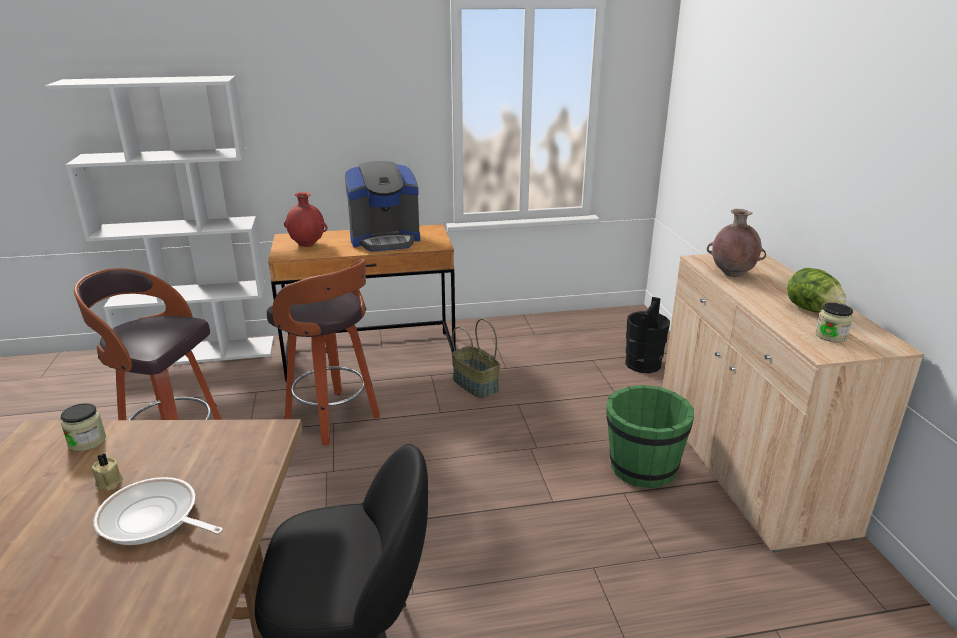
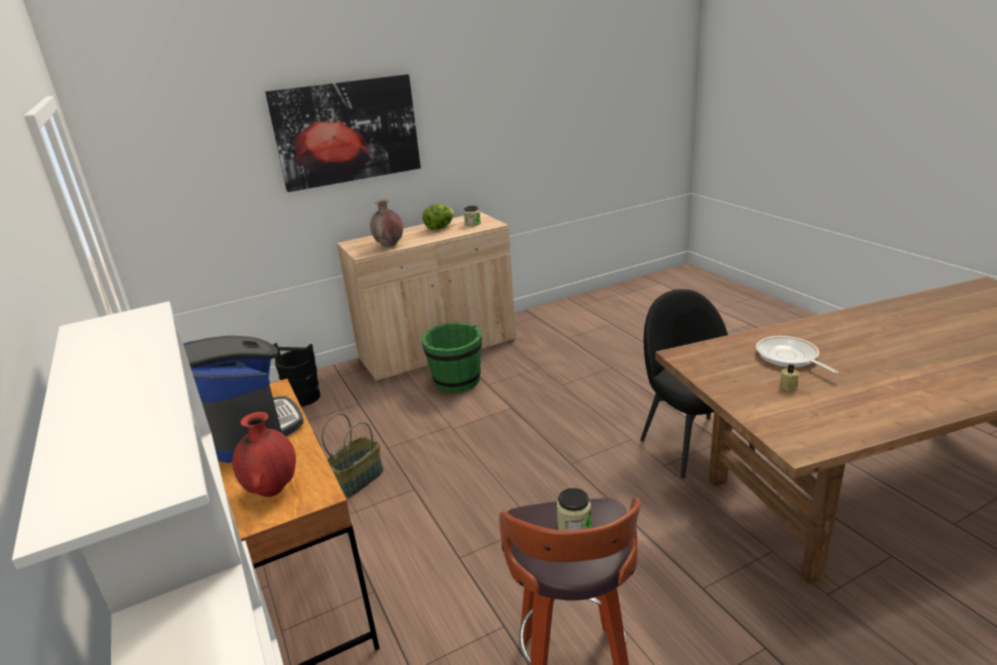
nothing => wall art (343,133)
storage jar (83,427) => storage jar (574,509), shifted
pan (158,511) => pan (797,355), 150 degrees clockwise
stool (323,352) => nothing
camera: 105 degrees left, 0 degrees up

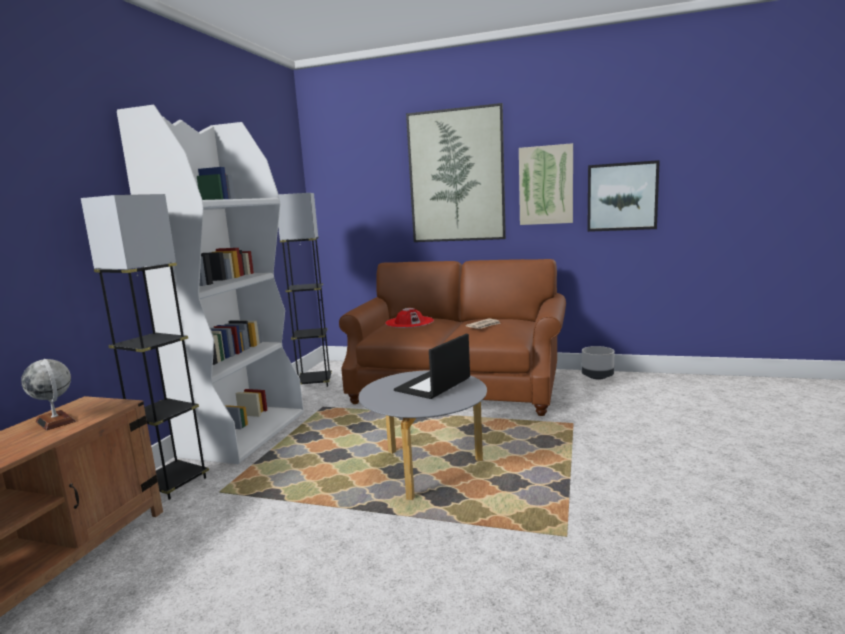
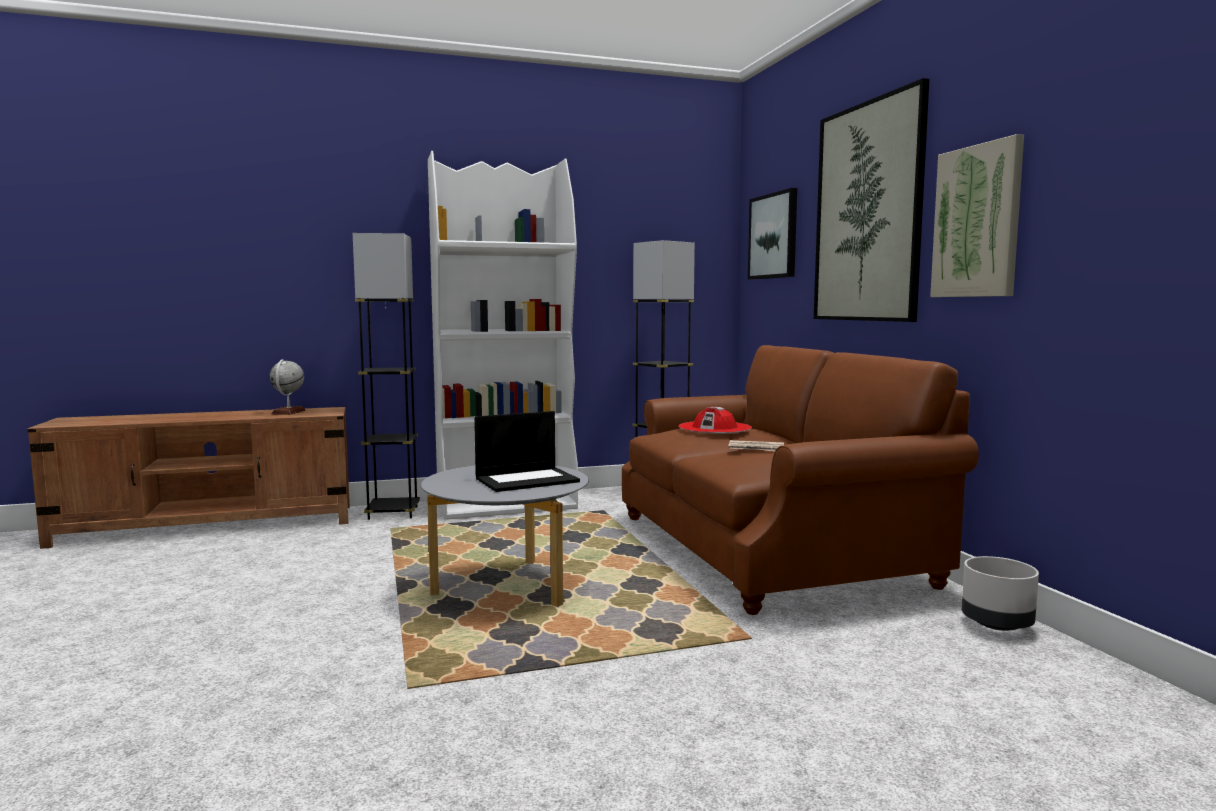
notebook computer (432,366) => notebook computer (527,451), 150 degrees clockwise
wall art (623,196) => wall art (772,234), shifted
camera: 55 degrees right, 5 degrees down

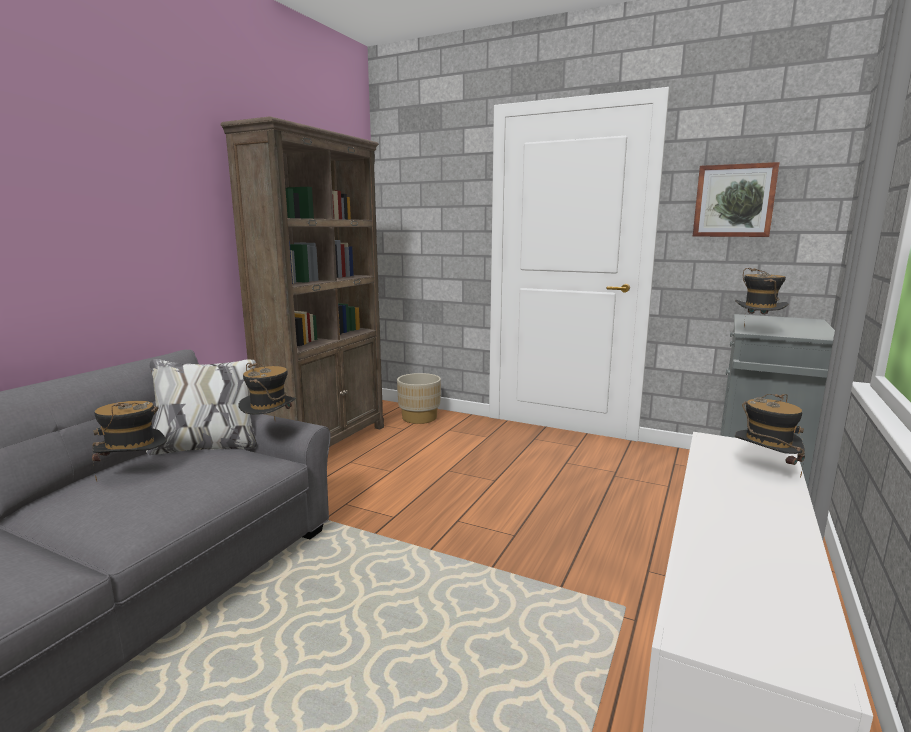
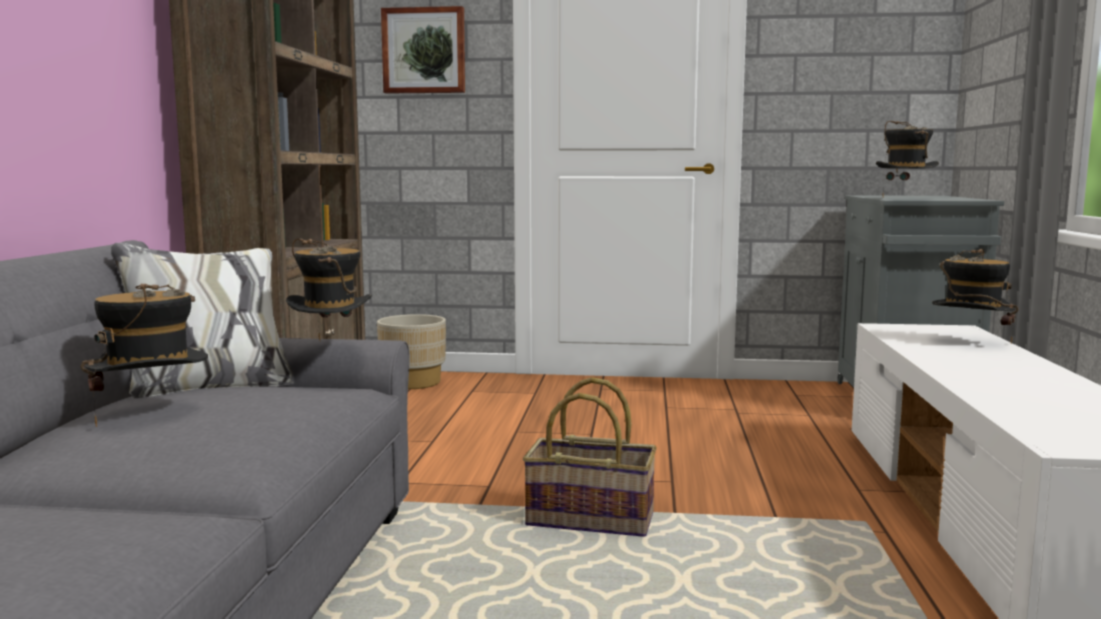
wall art (736,199) => wall art (423,49), shifted
nothing => household basket (590,457)
camera: 20 degrees left, 5 degrees down

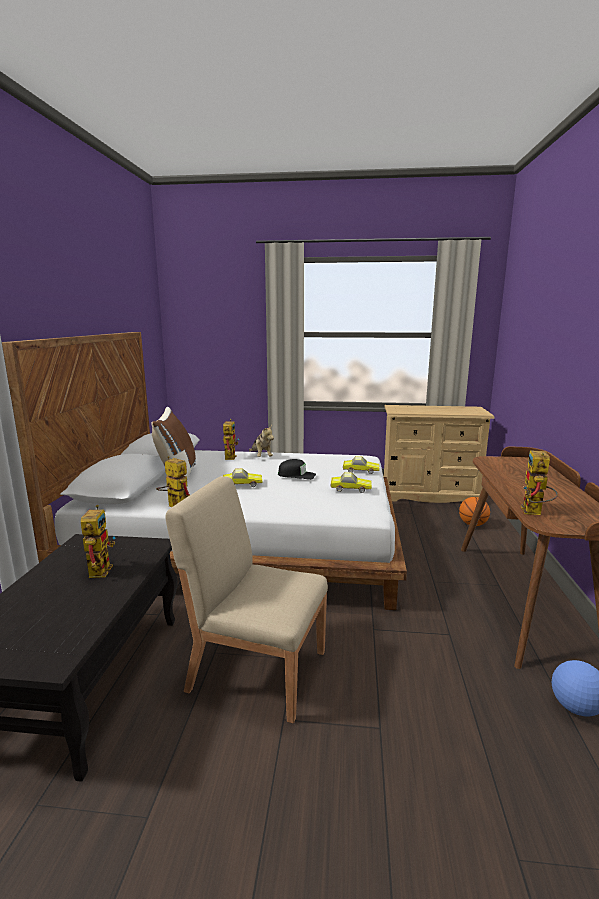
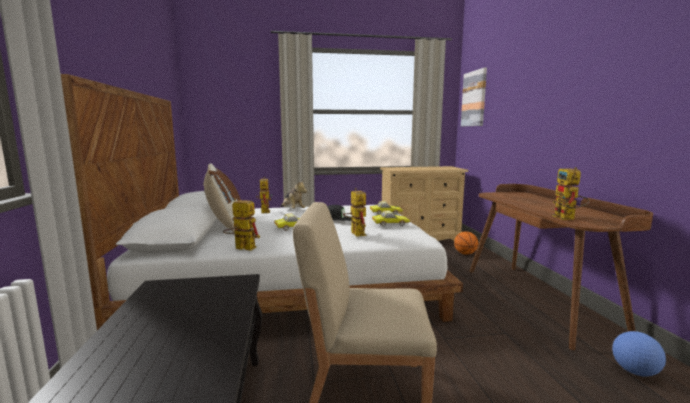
robot figure (98,541) => robot figure (354,212), shifted
nothing => wall art (474,97)
camera: 15 degrees left, 5 degrees down

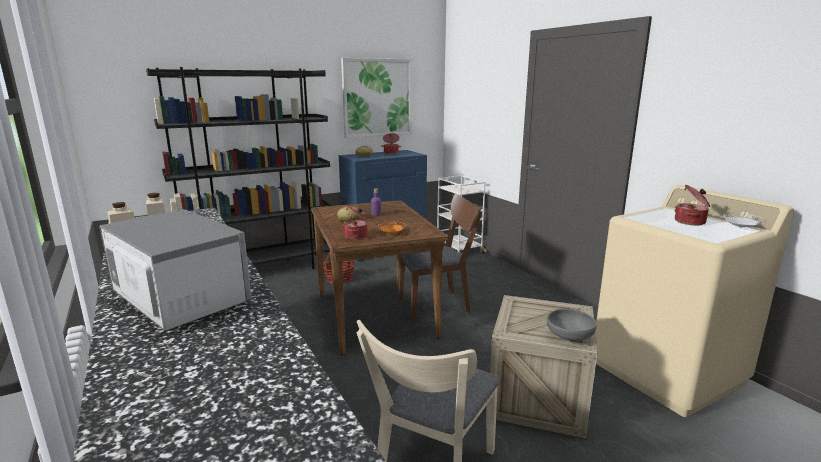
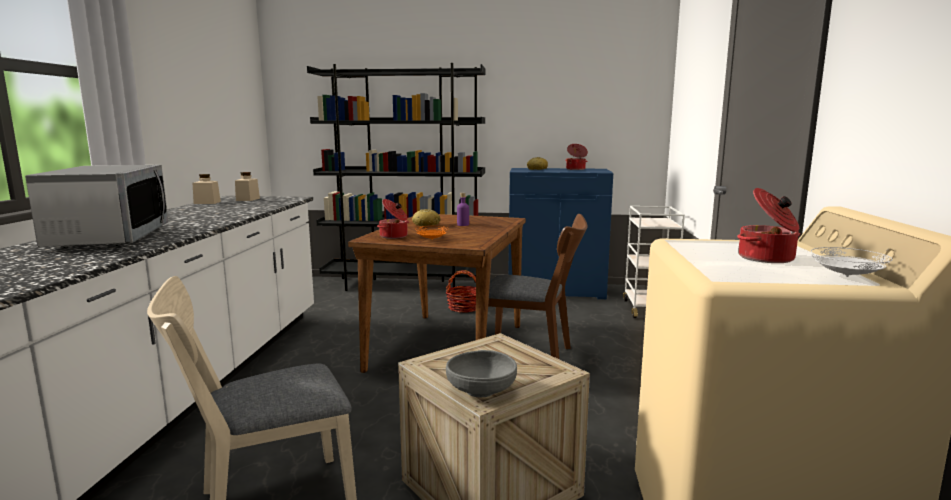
wall art (376,98) => nothing
camera: 35 degrees right, 5 degrees down

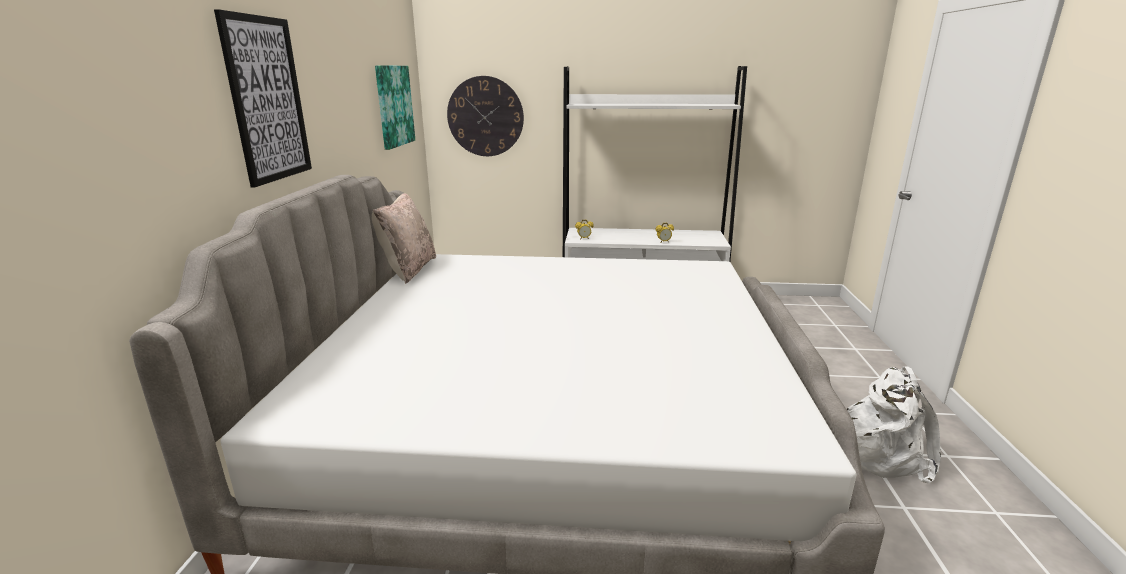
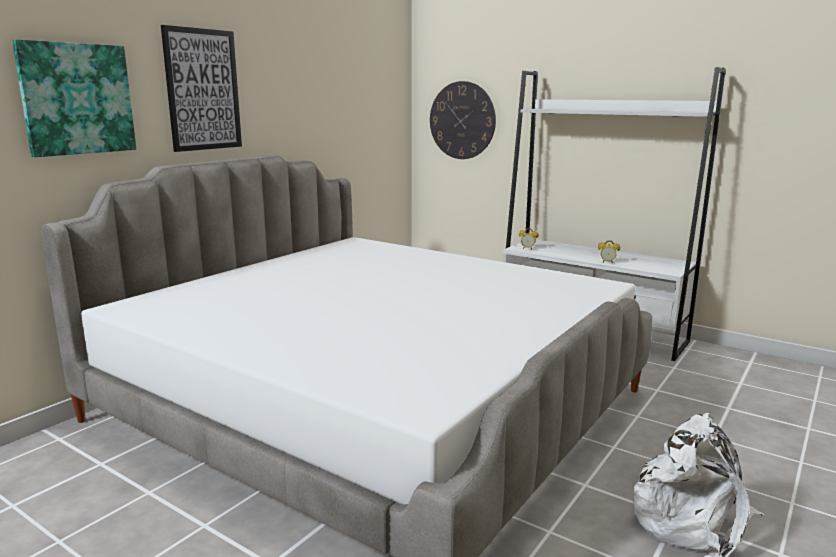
wall art (395,107) => wall art (74,98), shifted
pillow (sand-coloured) (404,238) => nothing
camera: 30 degrees right, 5 degrees down

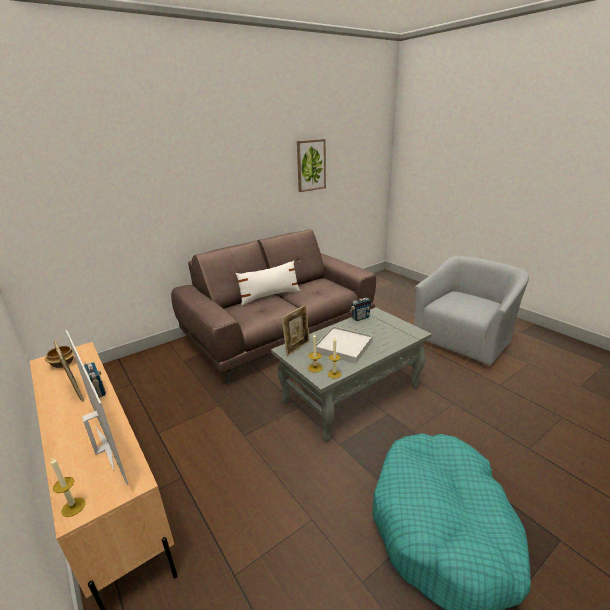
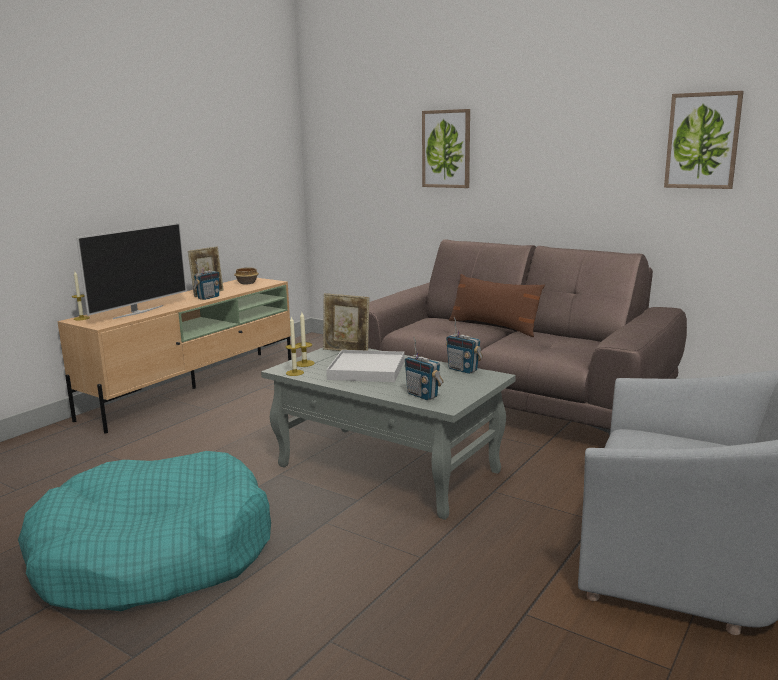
nothing => radio (424,368)
nothing => wall art (446,148)
pillow (white-coloured) (267,283) => pillow (brown) (497,305)
camera: 70 degrees right, 10 degrees down

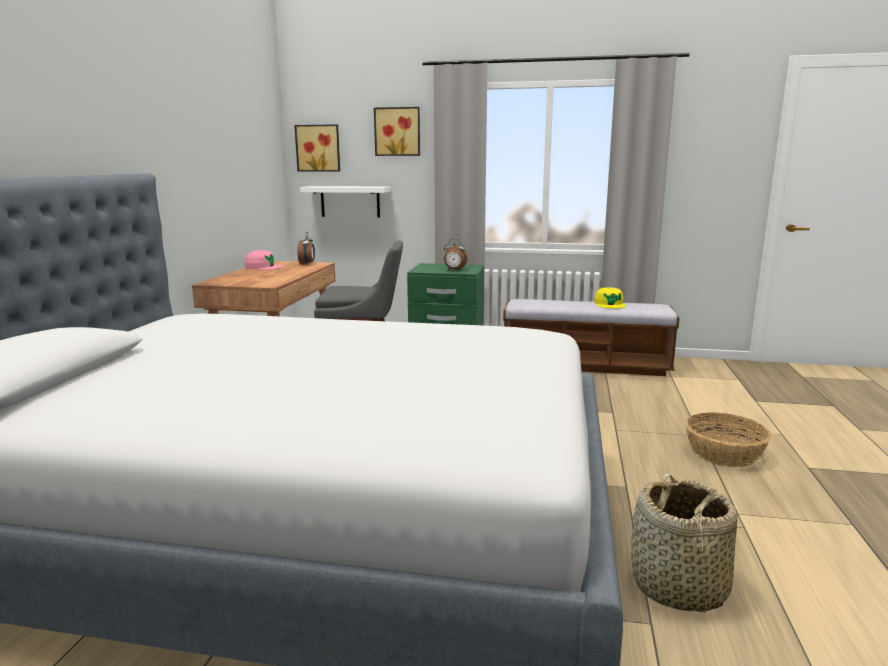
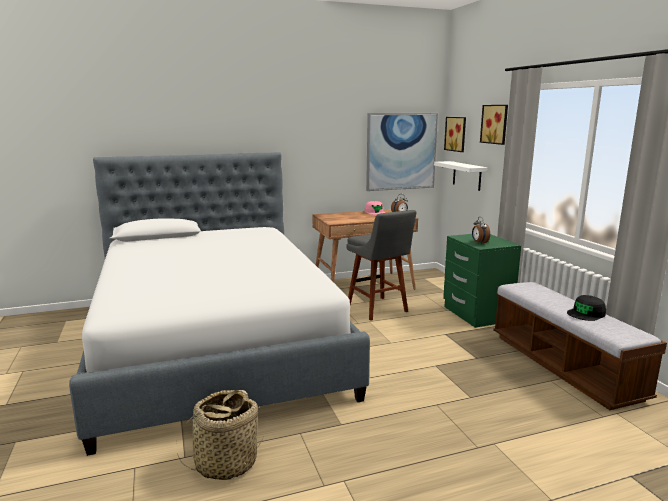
nothing => wall art (402,152)
baseball cap (yellow-coloured) (610,297) => baseball cap (black) (586,308)
household basket (728,439) => nothing
camera: 60 degrees right, 0 degrees up

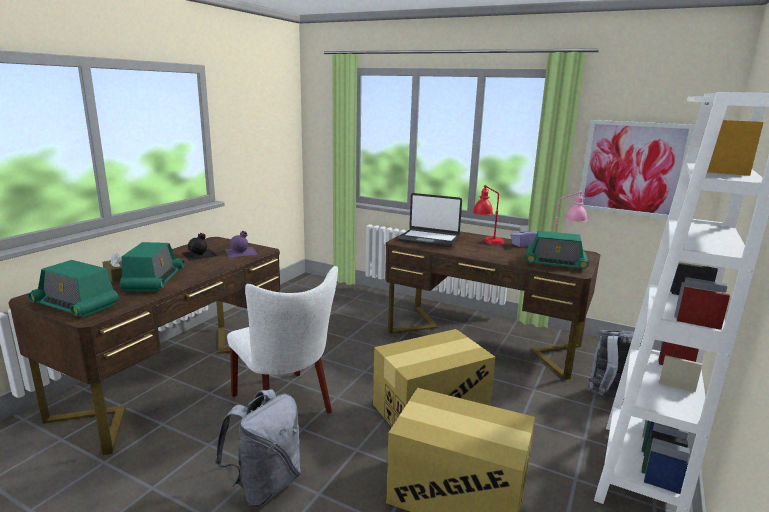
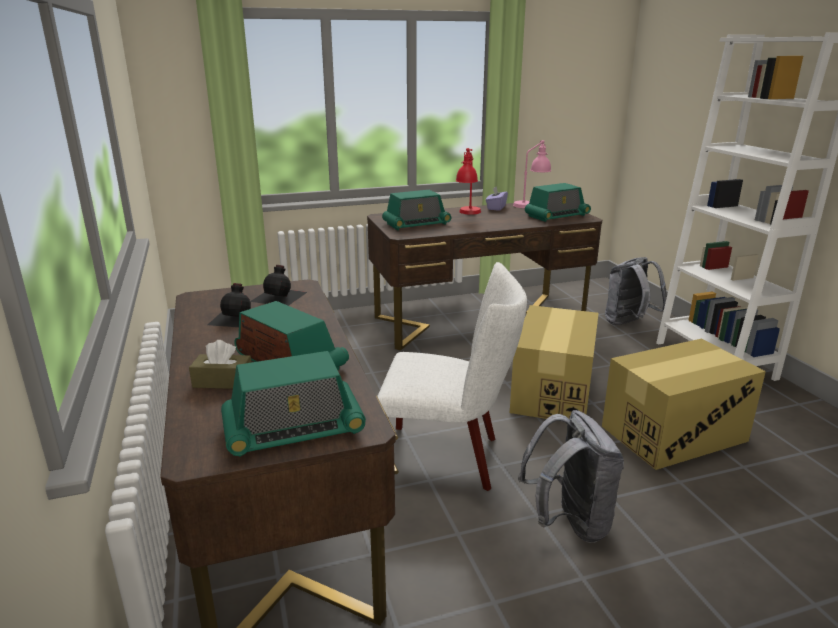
drink bottle (purple) (241,244) => drink bottle (black) (278,285)
notebook computer (430,220) => radio (416,210)
wall art (637,169) => nothing
camera: 45 degrees left, 5 degrees up

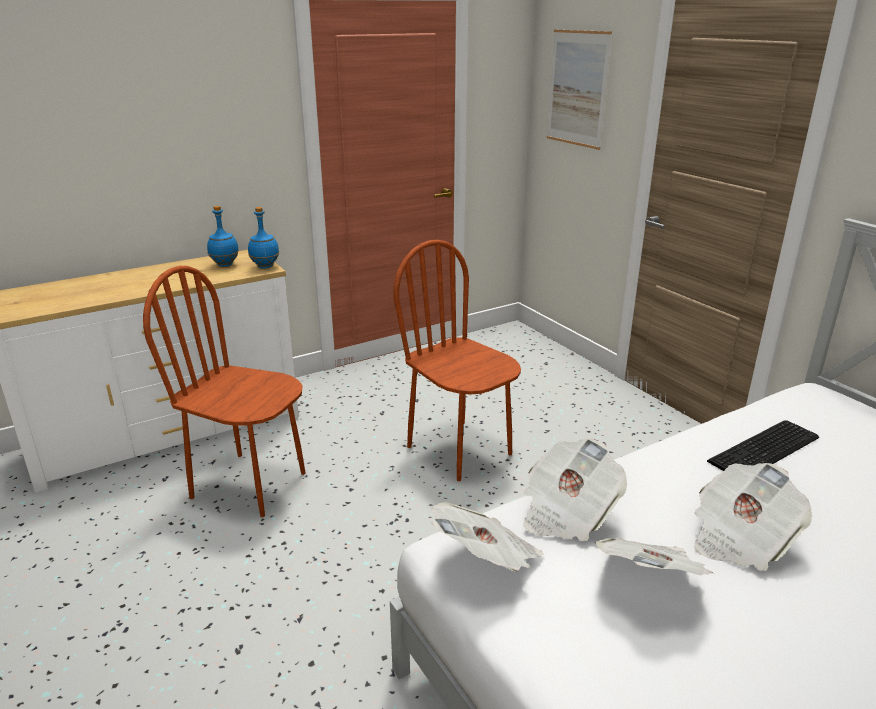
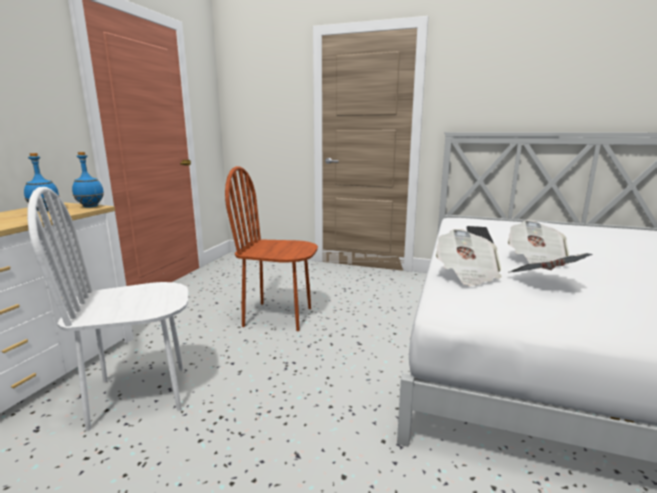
chair (brown) (224,391) => chair (white-coloured) (107,309)
printed paper (487,537) => nothing
wall art (579,90) => nothing
camera: 40 degrees left, 10 degrees down

